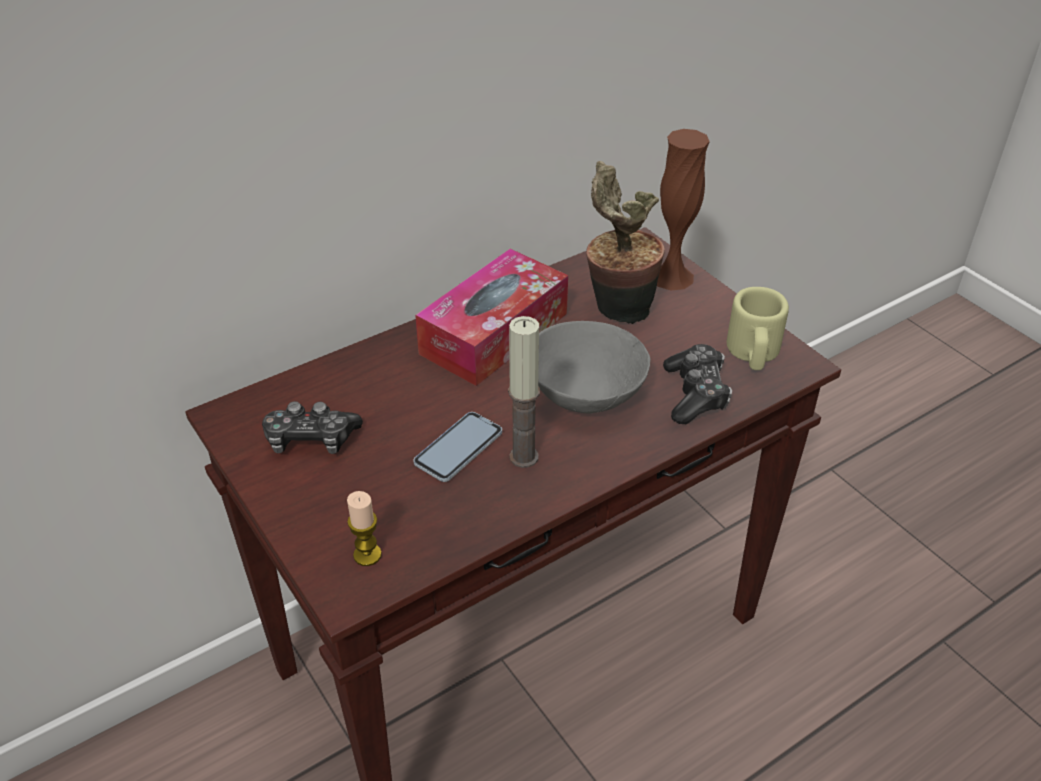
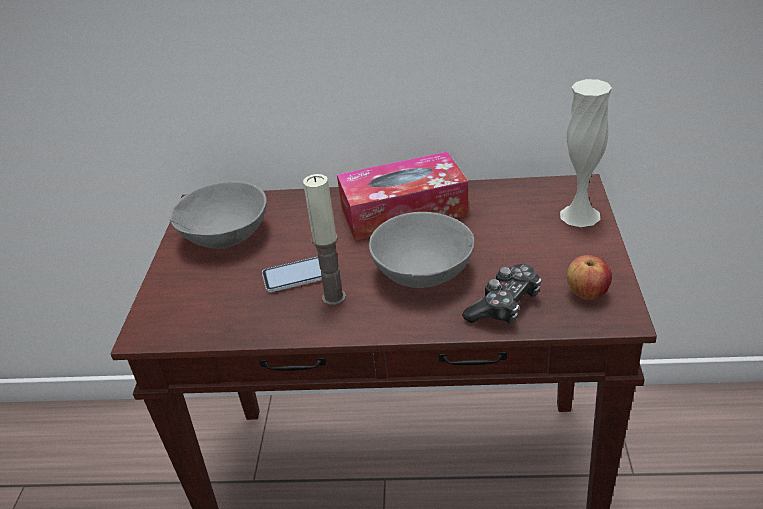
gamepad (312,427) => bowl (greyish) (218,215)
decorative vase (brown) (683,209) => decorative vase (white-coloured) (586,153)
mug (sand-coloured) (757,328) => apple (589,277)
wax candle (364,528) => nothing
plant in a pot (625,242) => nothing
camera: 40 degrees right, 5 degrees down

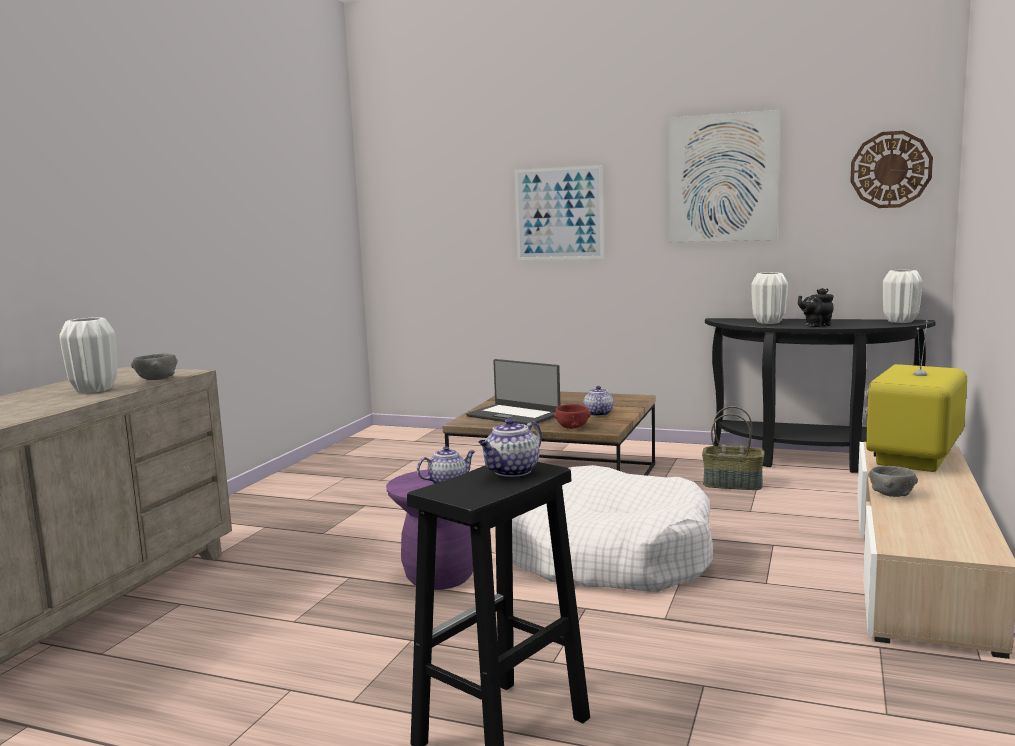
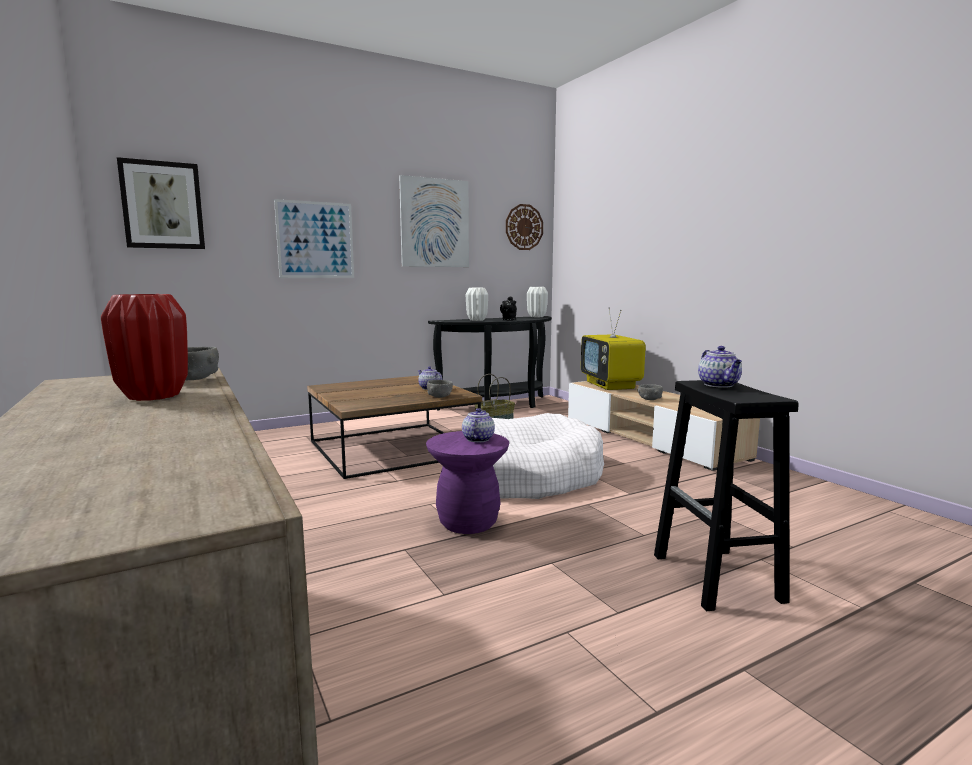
decorative vase (white-coloured) (88,355) => decorative vase (red) (144,347)
nothing => wall art (161,203)
bowl (red) (572,416) => bowl (greyish) (440,389)
notebook computer (513,392) => nothing
camera: 50 degrees left, 0 degrees up

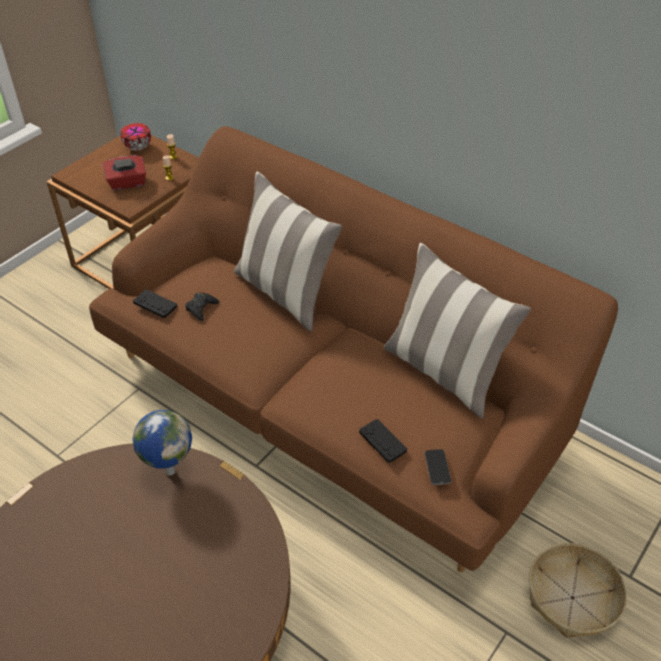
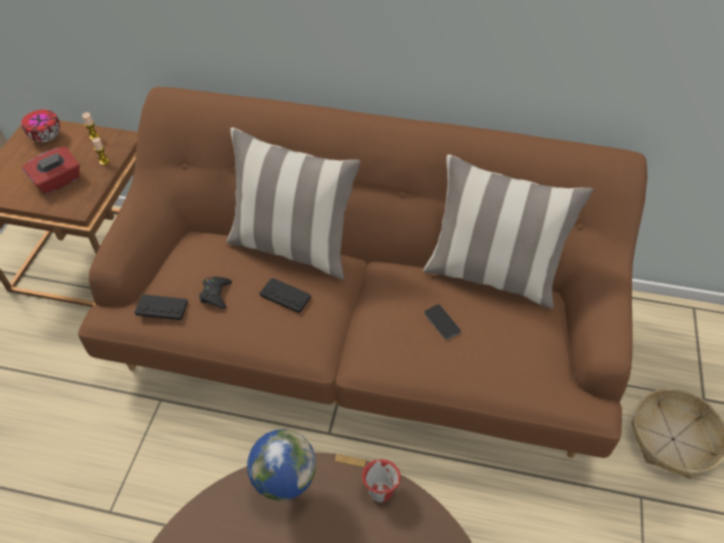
gamepad (black) (383,441) => gamepad (black) (285,295), shifted
nothing => mug (red) (381,480)
phone (438,467) => phone (442,322), shifted
camera: 25 degrees left, 5 degrees up

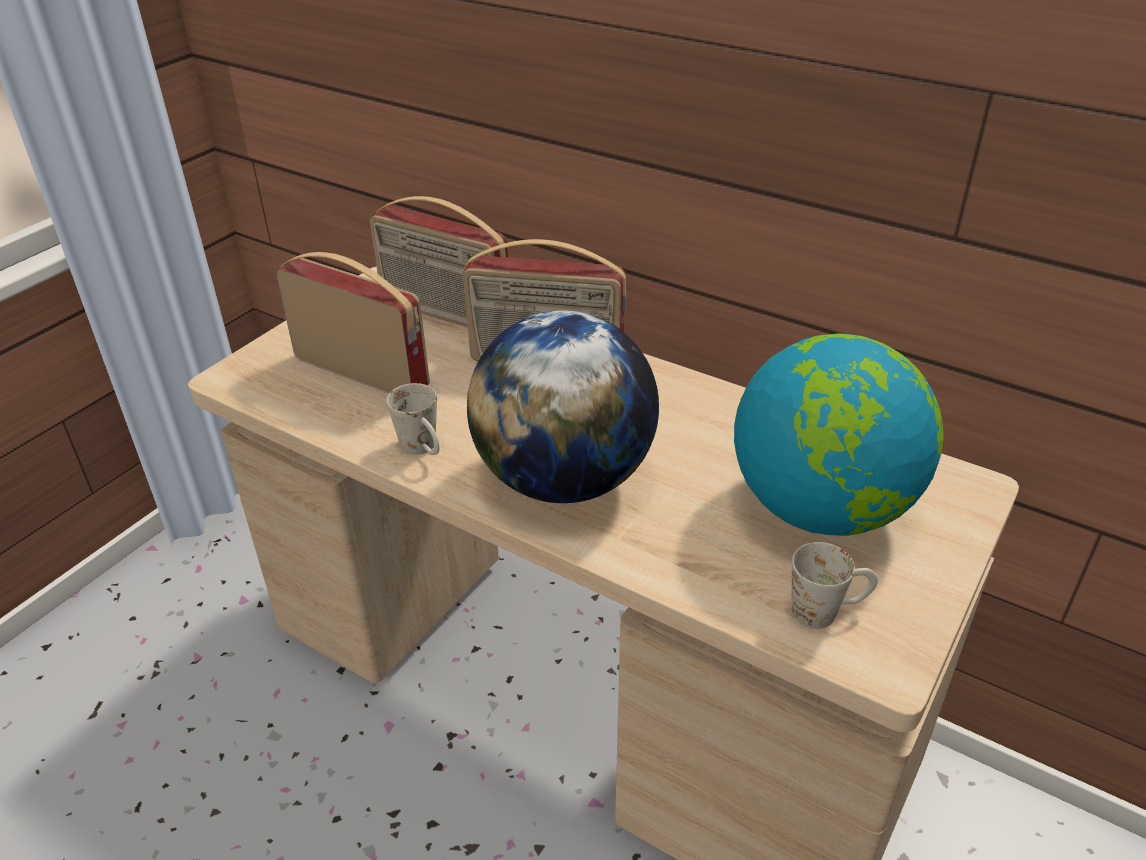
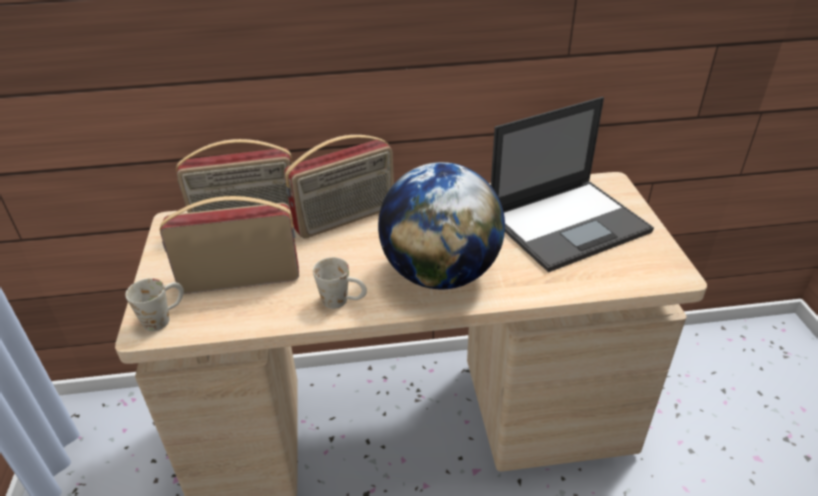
mug (white-coloured) (835,585) => mug (white-coloured) (154,304), shifted
world globe (838,434) => notebook computer (572,184)
camera: 40 degrees left, 0 degrees up

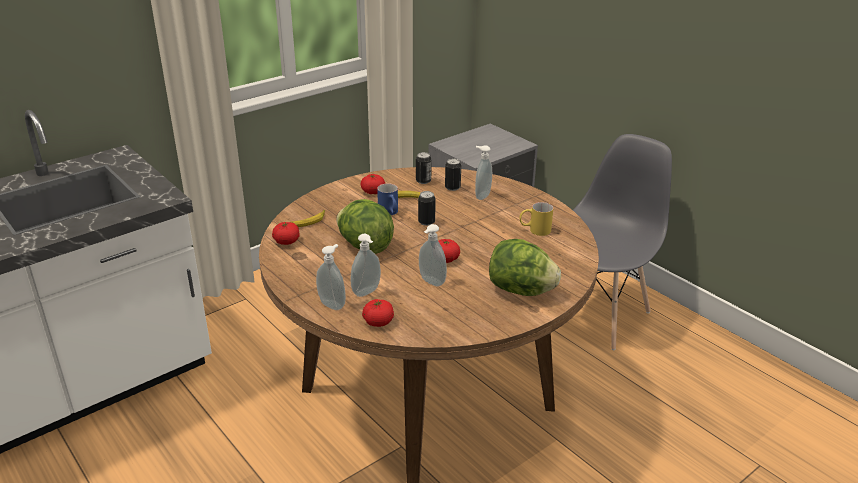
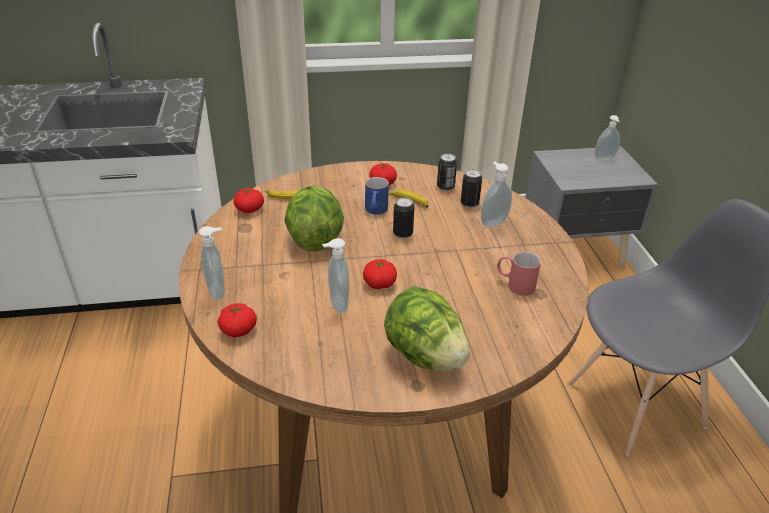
mug (yellow-coloured) (536,219) => mug (red) (519,274)
soap dispenser (365,265) => soap dispenser (607,137), shifted
camera: 30 degrees right, 5 degrees up

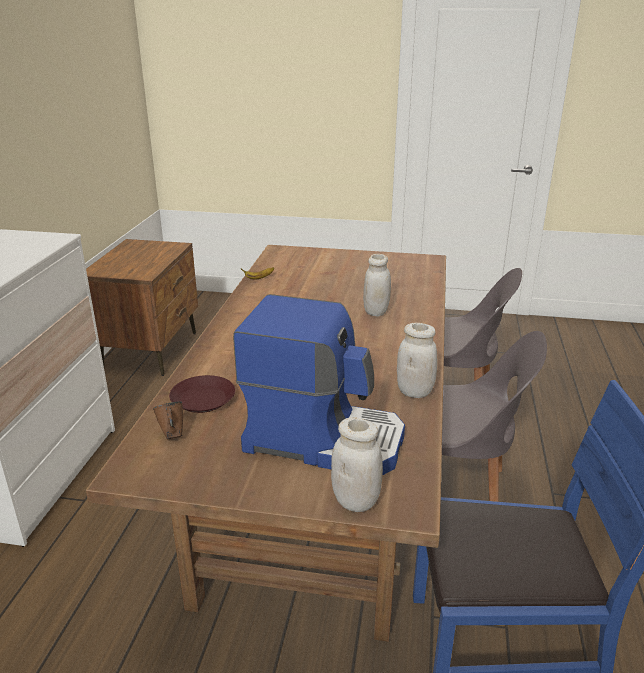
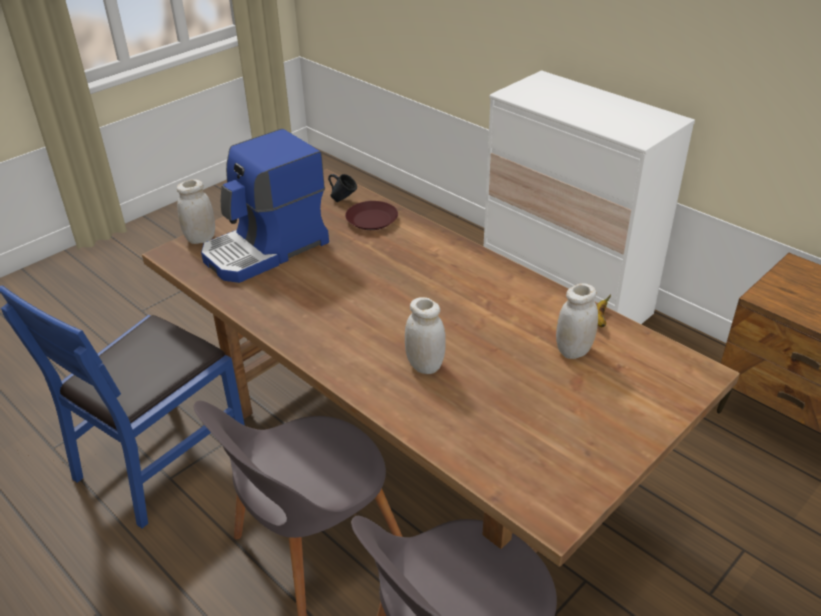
mug (brown) (168,420) => mug (bluish) (342,188)
storage jar (white-coloured) (417,360) => storage jar (white-coloured) (577,321), shifted
camera: 125 degrees right, 10 degrees up

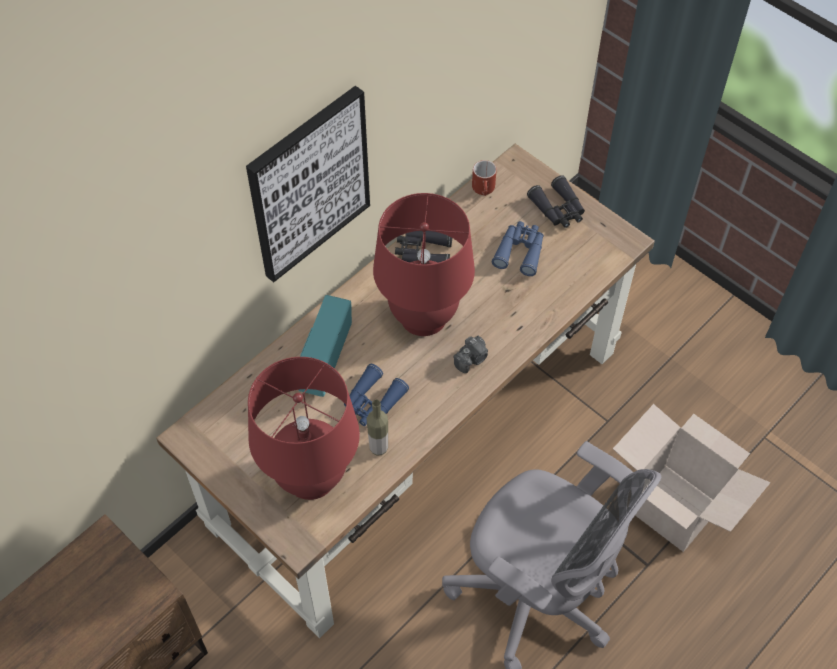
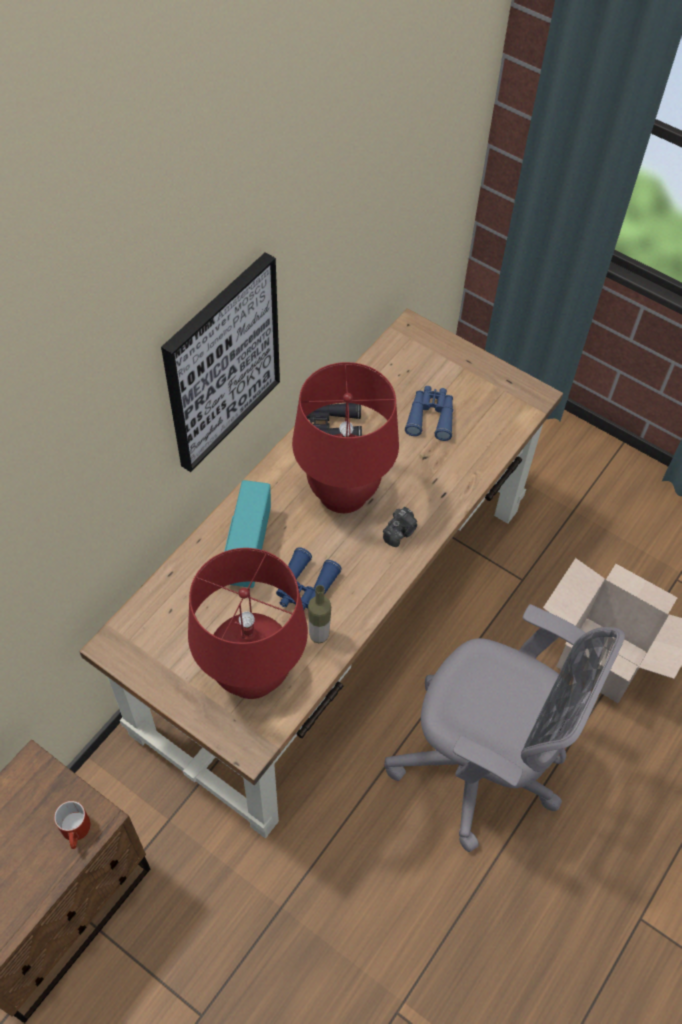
mug (red) (484,178) => mug (red) (72,825), shifted
pair of binoculars (black) (556,201) => nothing
camera: 10 degrees left, 0 degrees up

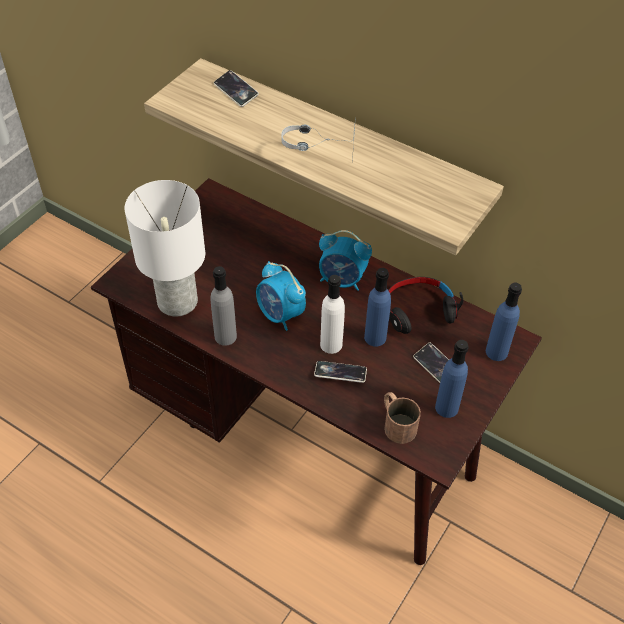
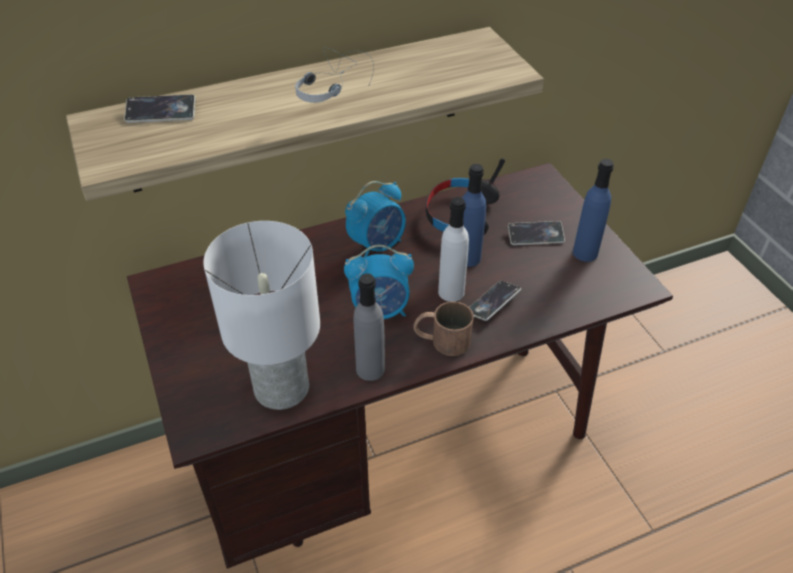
mug (brown) (402,418) => mug (brown) (443,328), shifted
drink bottle (bluish) (504,322) => nothing
camera: 55 degrees left, 5 degrees down

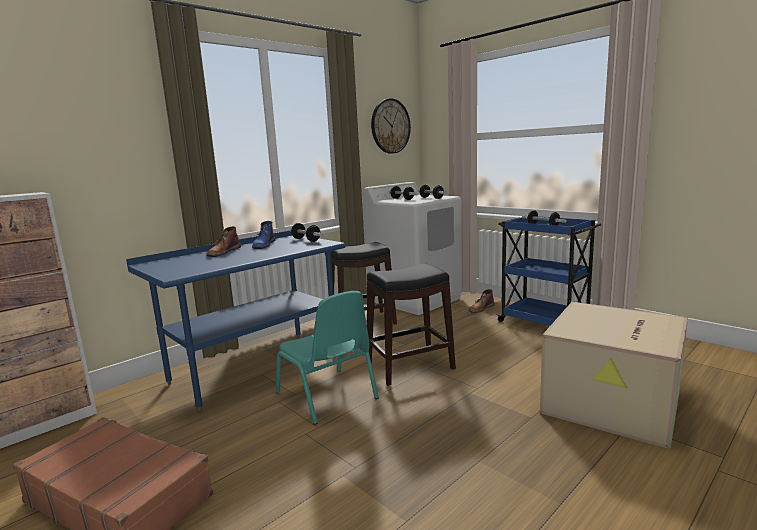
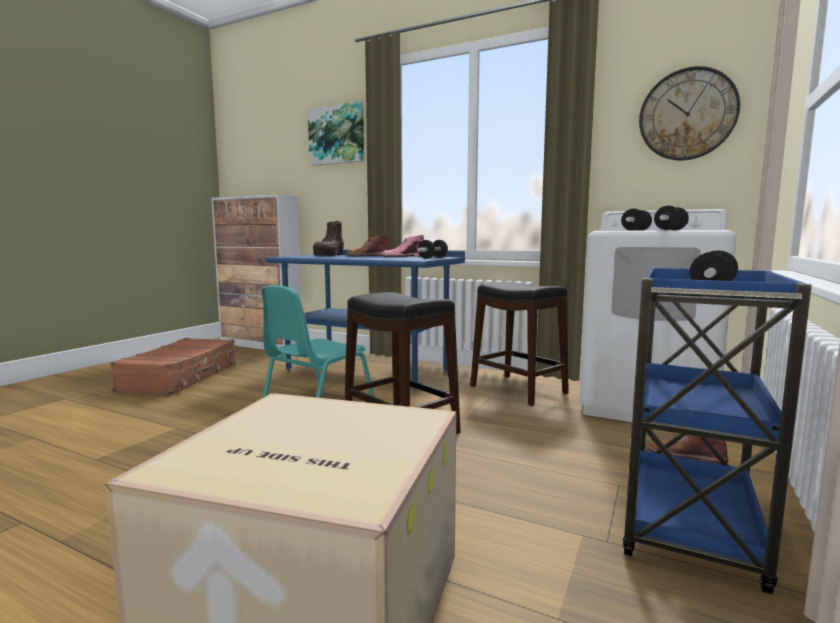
nothing => wall art (336,133)
nothing => high-top boot (brown) (328,238)
high-top boot (bluish) (263,235) => high-top boot (pink-coloured) (402,246)
camera: 70 degrees right, 5 degrees down

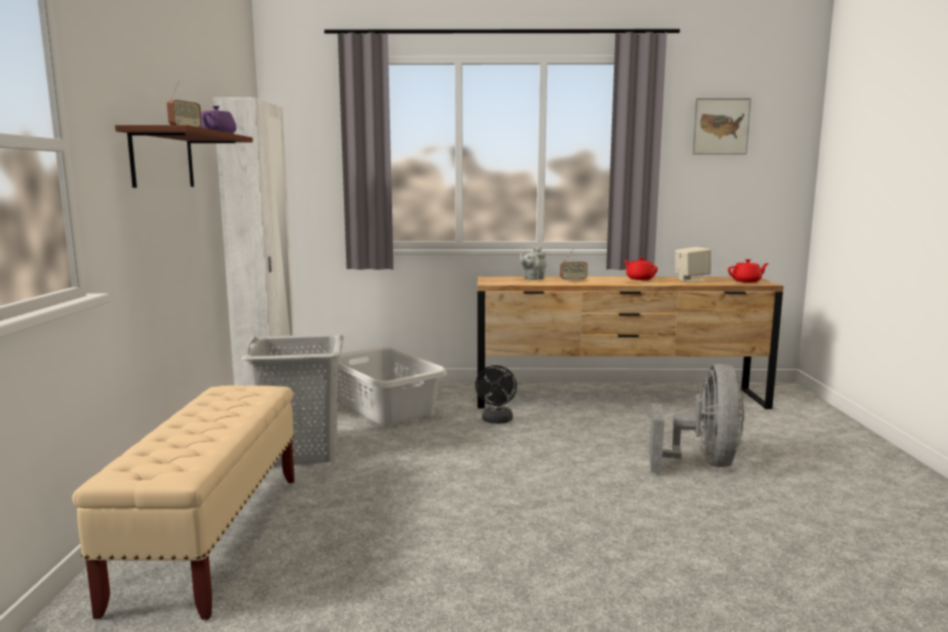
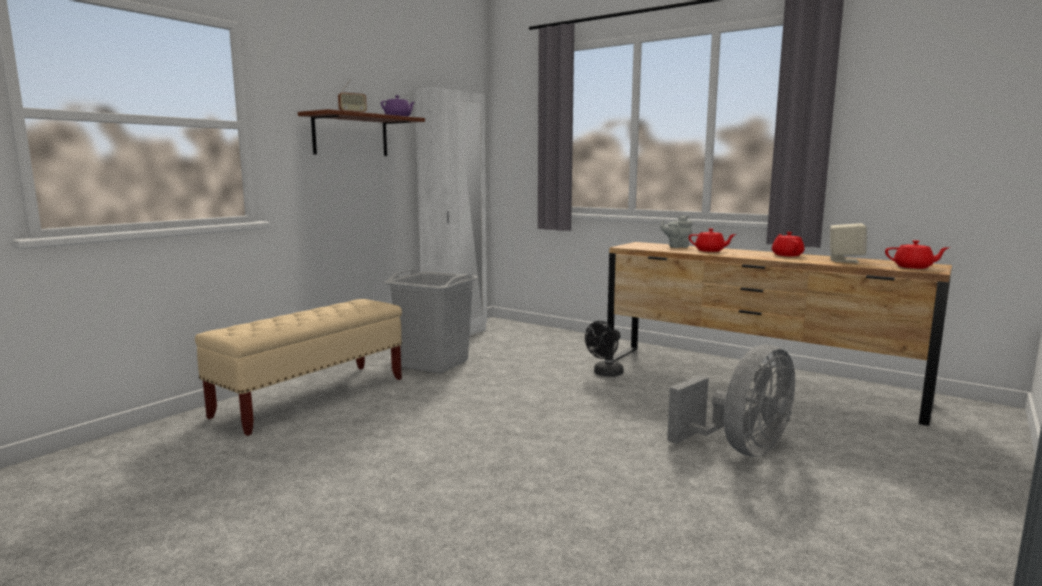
radio (574,264) => pot for tea (red) (712,240)
hamper (greyish) (392,386) => nothing
wall art (721,126) => nothing
camera: 35 degrees right, 0 degrees up

